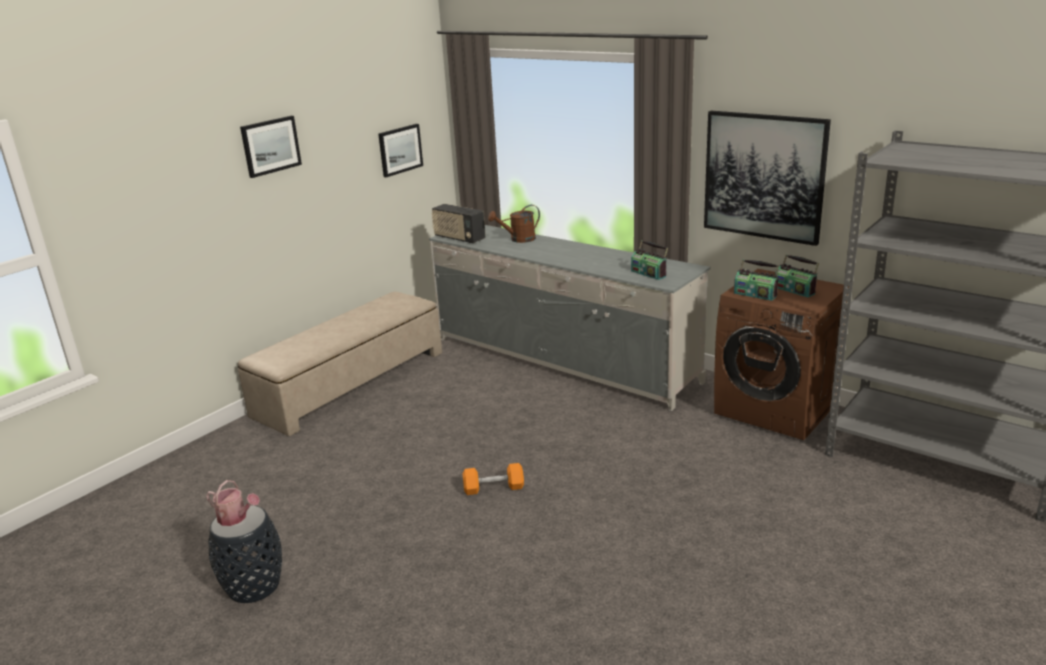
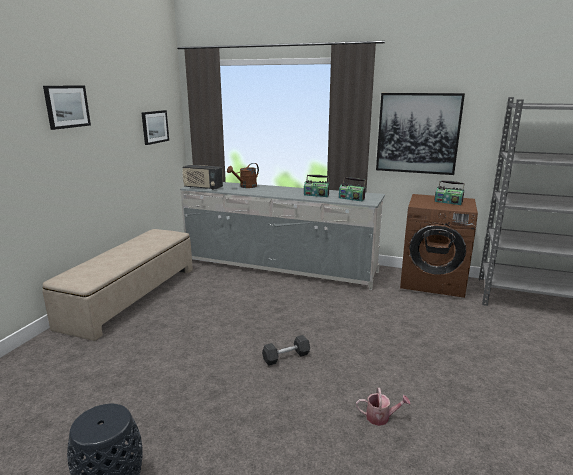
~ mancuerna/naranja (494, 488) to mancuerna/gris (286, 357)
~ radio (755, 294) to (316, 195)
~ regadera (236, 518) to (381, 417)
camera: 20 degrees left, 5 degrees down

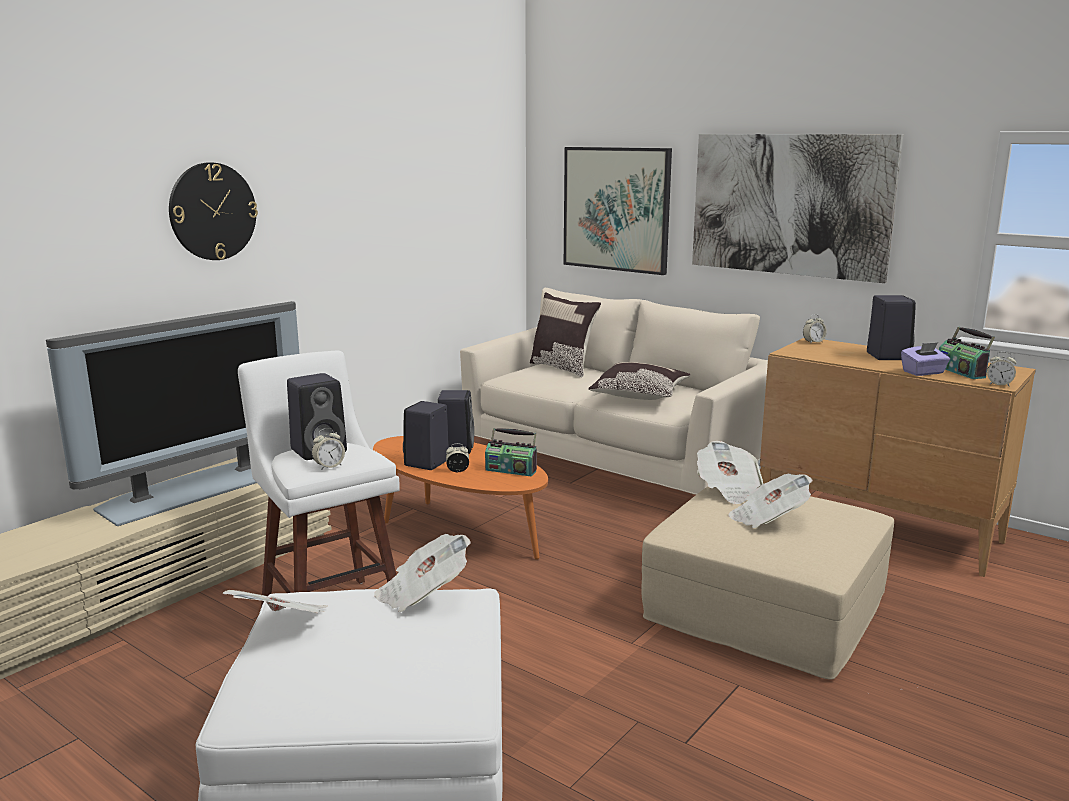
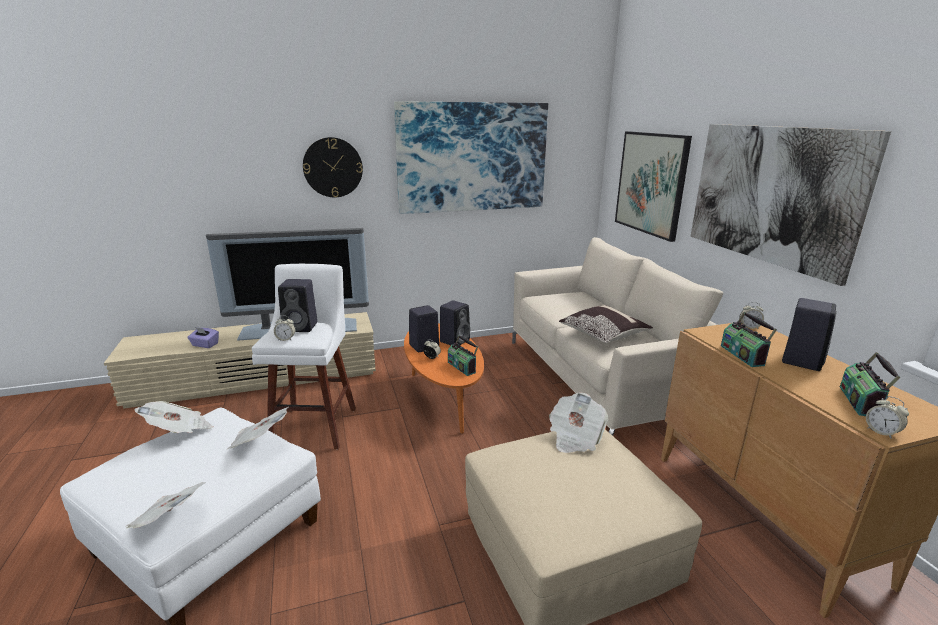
~ periódico (768, 519) to (170, 520)
~ caja de pañuelos/morado (923, 372) to (205, 345)
+ cuadro (472, 157)
+ radio (743, 355)
- cojín (563, 368)
camera: 35 degrees right, 5 degrees up

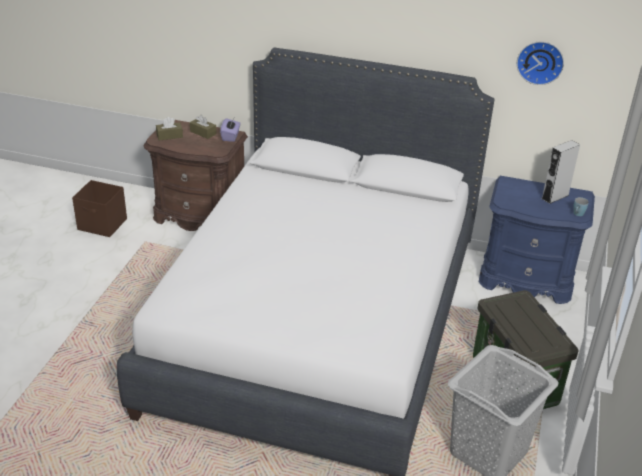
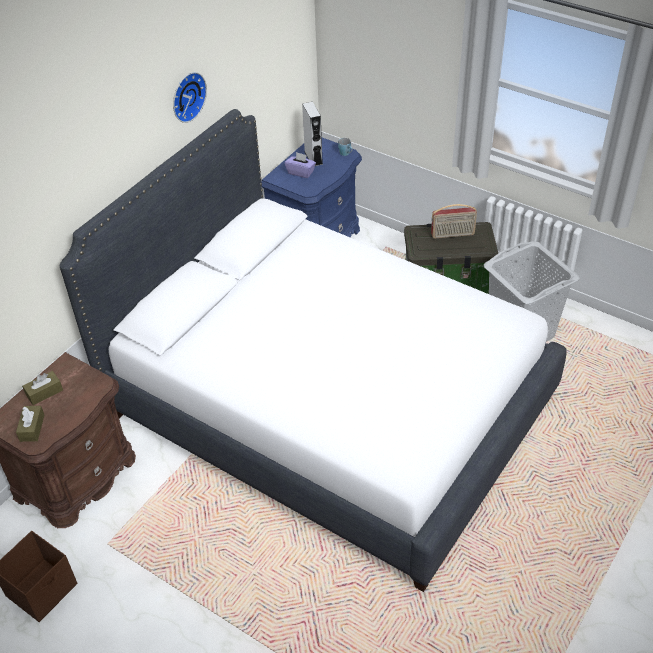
~ reloj de pared (540, 61) to (186, 96)
~ caja de pañuelos/morado (230, 136) to (301, 172)
+ radio (452, 234)
camera: 70 degrees left, 10 degrees up

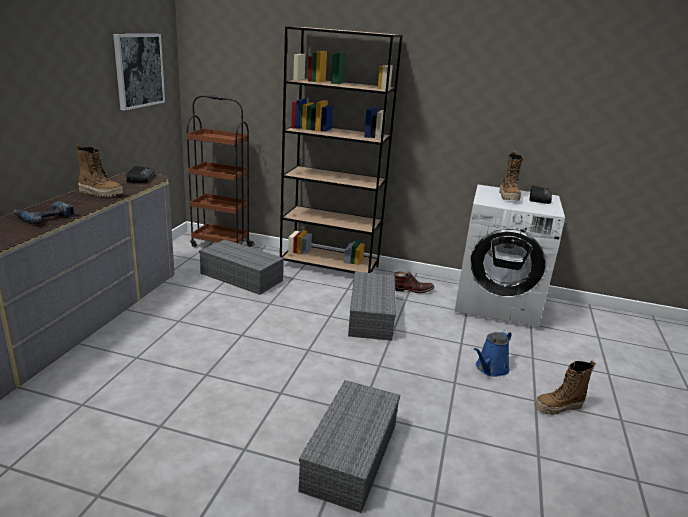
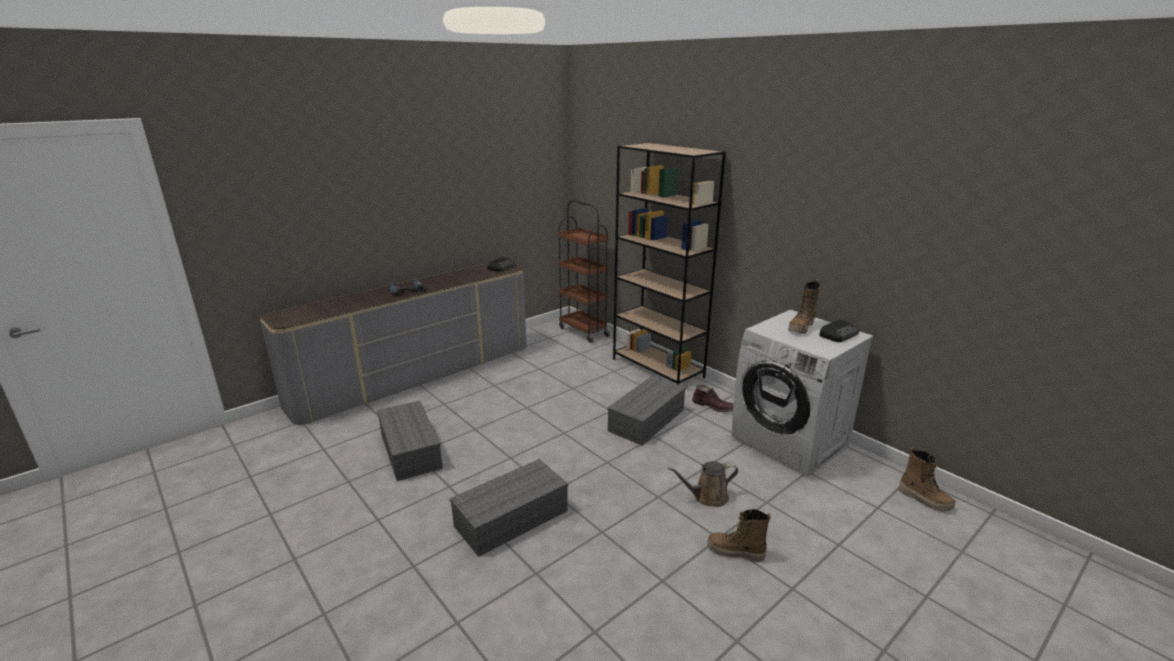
~ caja de almacenaje/gris (243, 277) to (412, 451)
~ regadera/azul (490, 369) to regadera/marrón (707, 497)
~ bota (101, 193) to (924, 499)
- cuadro (139, 70)
camera: 35 degrees right, 0 degrees up

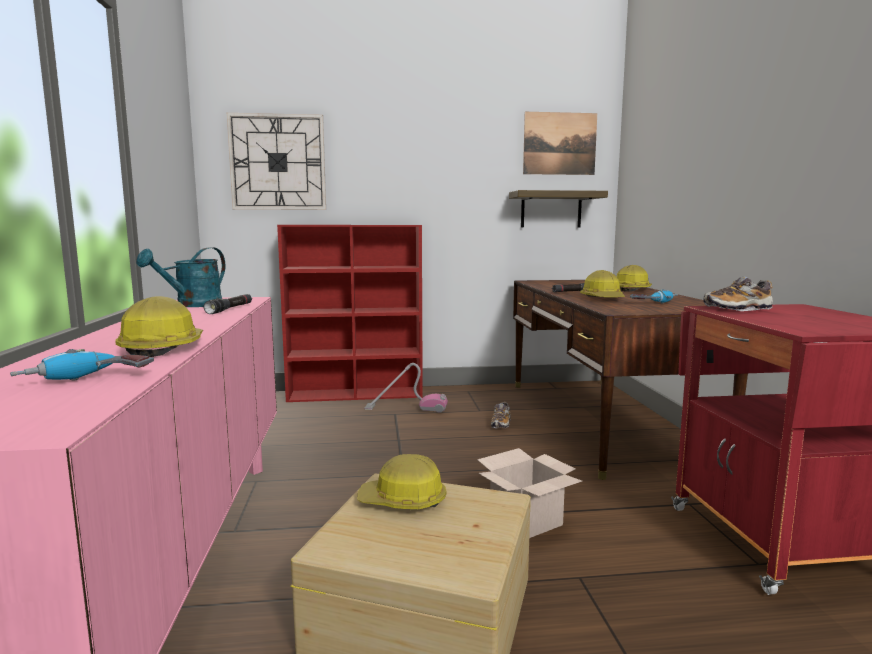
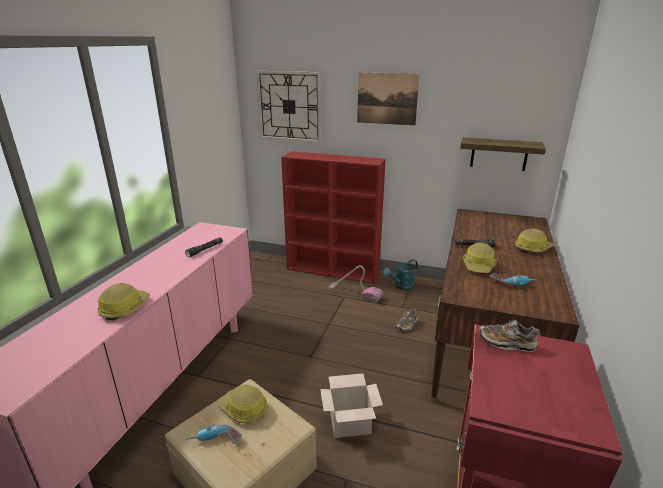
~ taladro (87, 381) to (214, 441)
~ cuadro (559, 143) to (387, 99)
~ regadera/turquesa (192, 305) to (401, 286)
camera: 25 degrees right, 15 degrees up

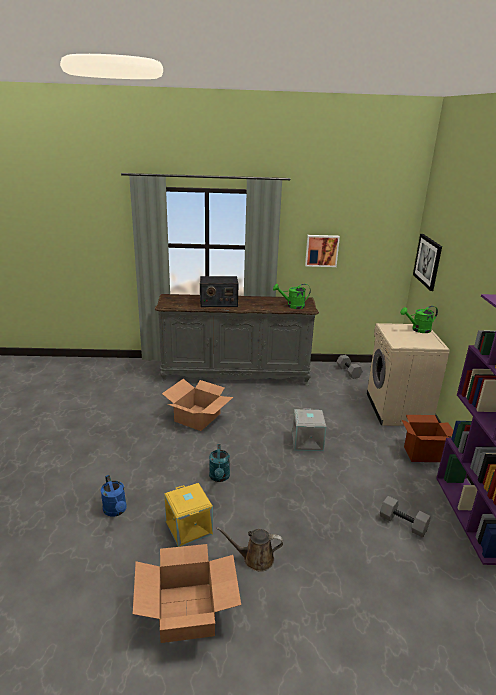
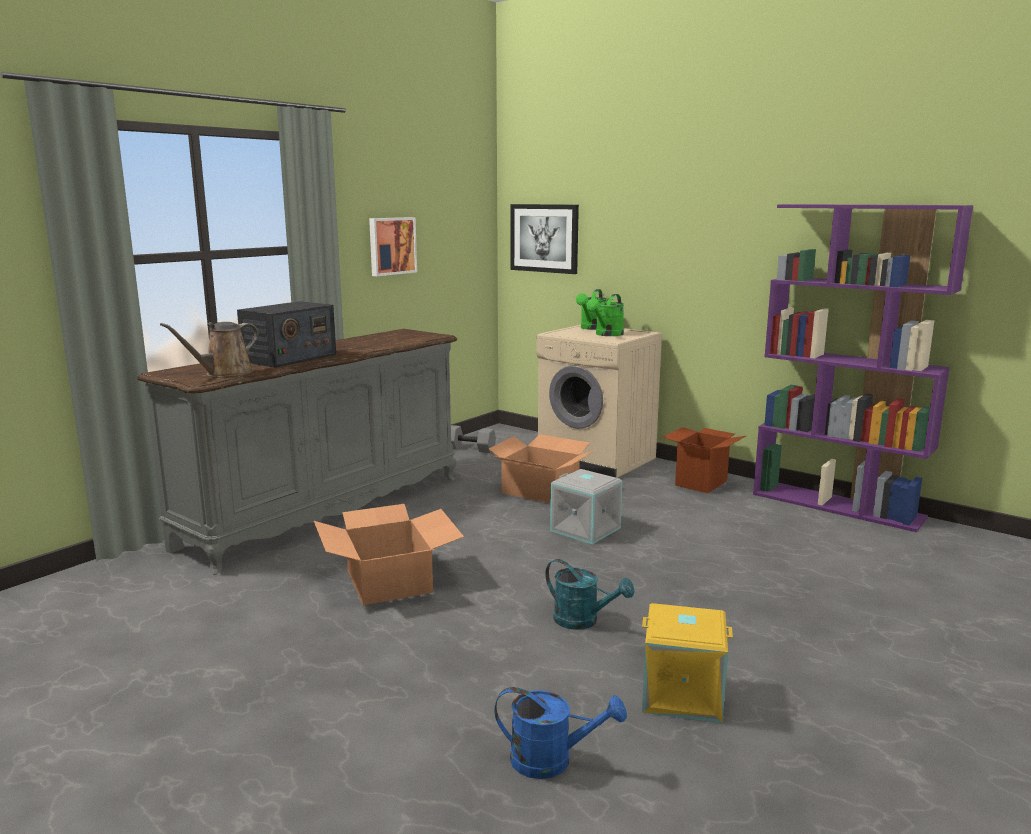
~ regadera/marrón (255, 559) to (224, 373)
~ caja de cartón (187, 611) to (540, 490)
~ regadera/verde (292, 306) to (607, 334)
- mancuerna/gris (403, 523)
camera: 50 degrees left, 10 degrees down

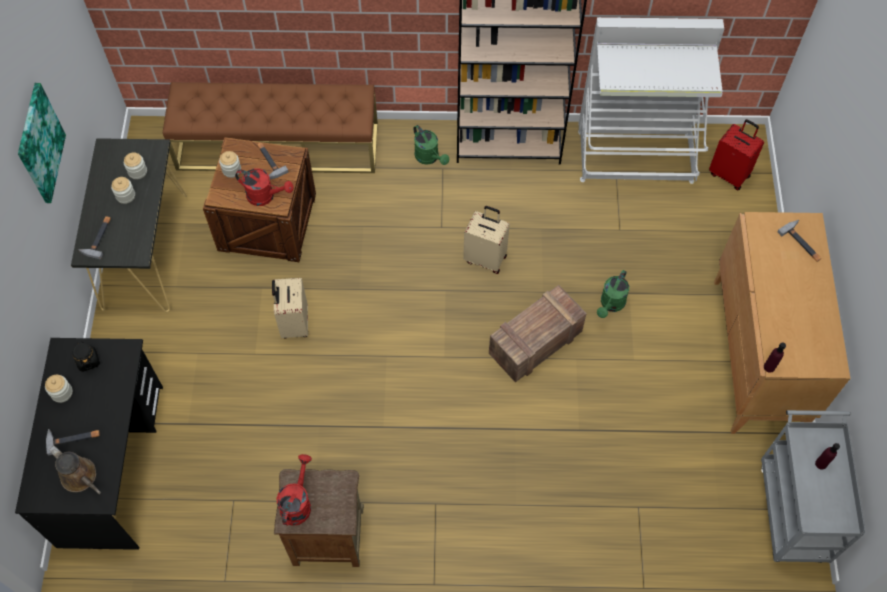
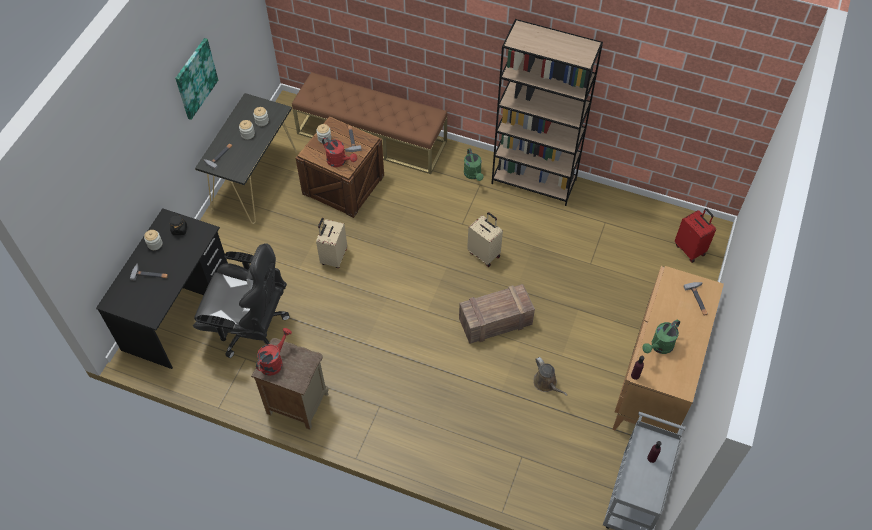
+ silla de oficina/negro (247, 328)
~ regadera/marrón (81, 477) to (546, 383)
~ regadera/verde (611, 304) to (659, 347)
- zapatero/blanco (635, 160)
camera: 20 degrees right, 5 degrees down

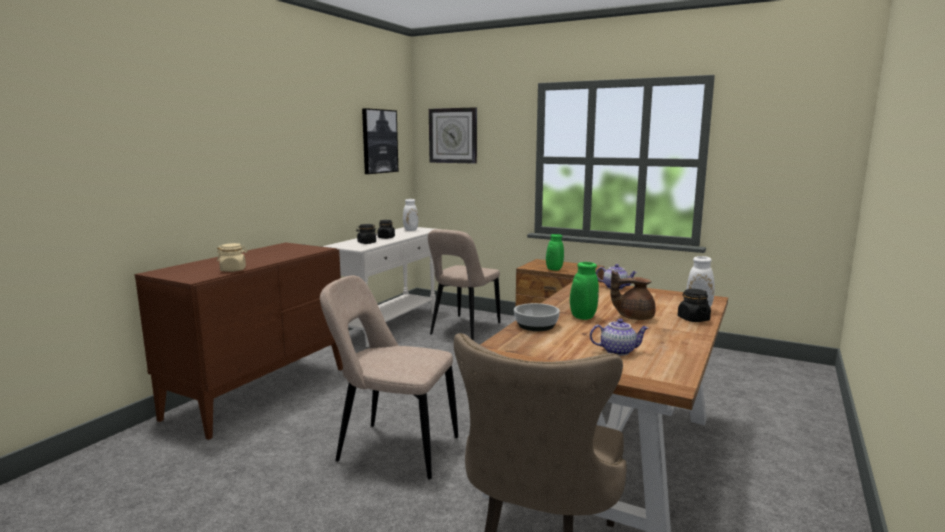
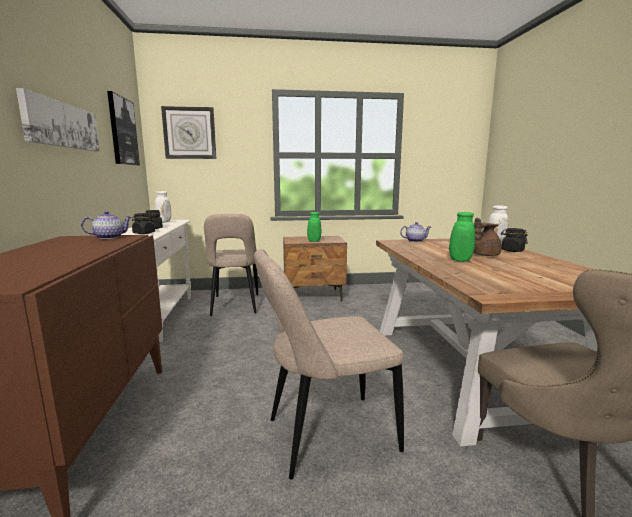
+ cuadro (62, 125)
~ tetera (618, 351) to (109, 237)
- tarro/beis (233, 270)
- cuenco (535, 325)
camera: 35 degrees left, 0 degrees up

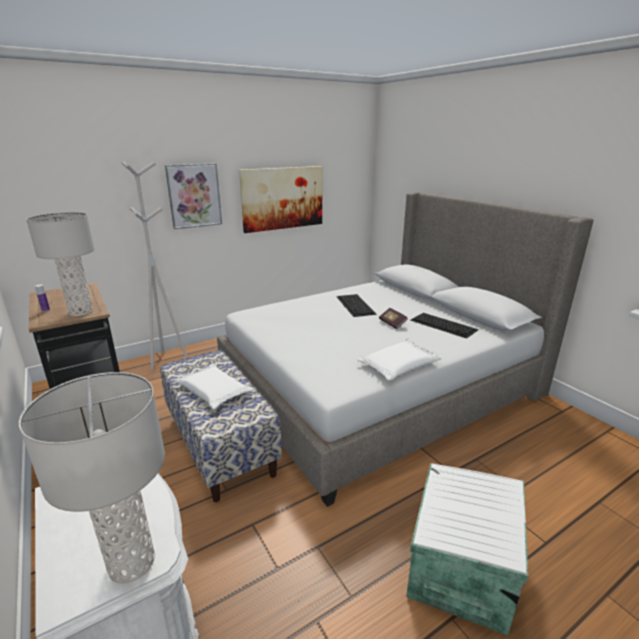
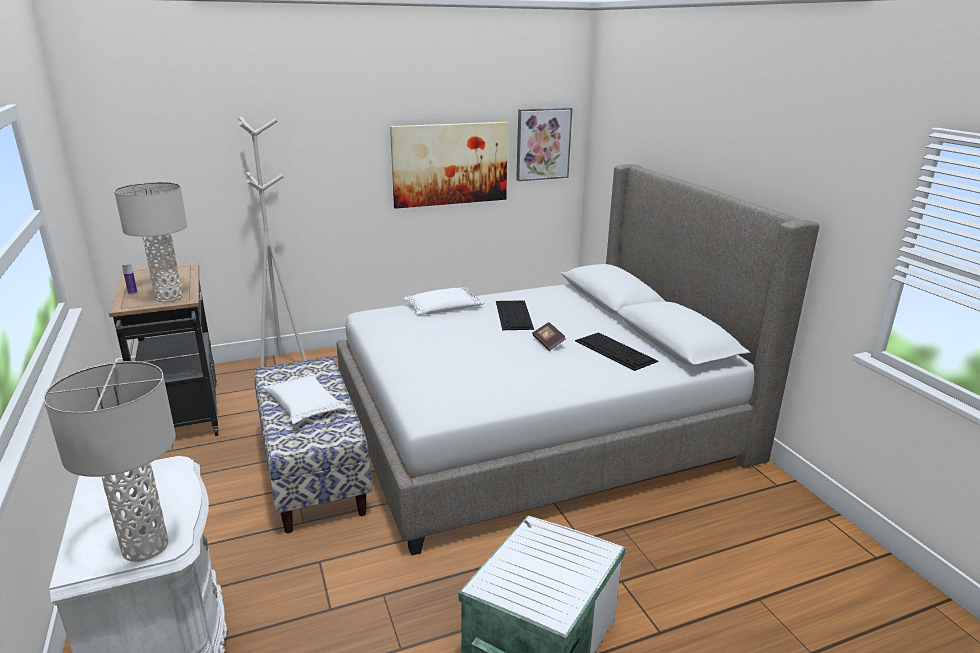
~ cojín/blanco (398, 364) to (443, 306)
~ cuadro (194, 196) to (543, 144)
camera: 10 degrees right, 0 degrees up

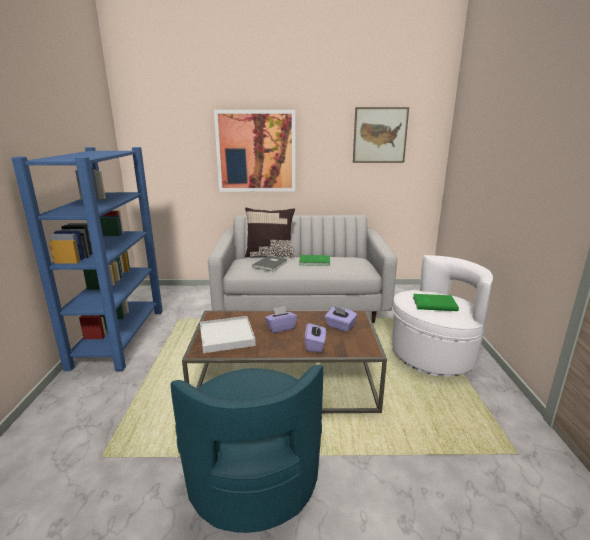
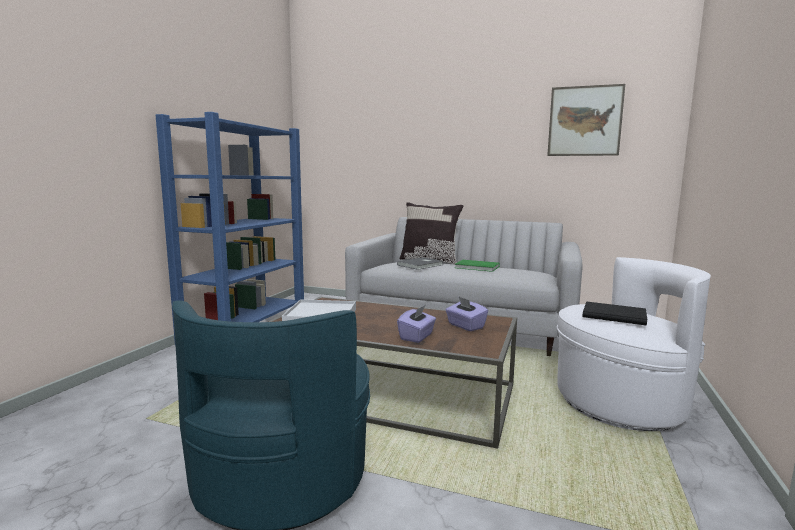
~ libro/verde (433, 303) to libro/negro (613, 315)
- cuadro (256, 151)
- caja de pañuelos/morado (280, 328)
camera: 20 degrees right, 10 degrees down

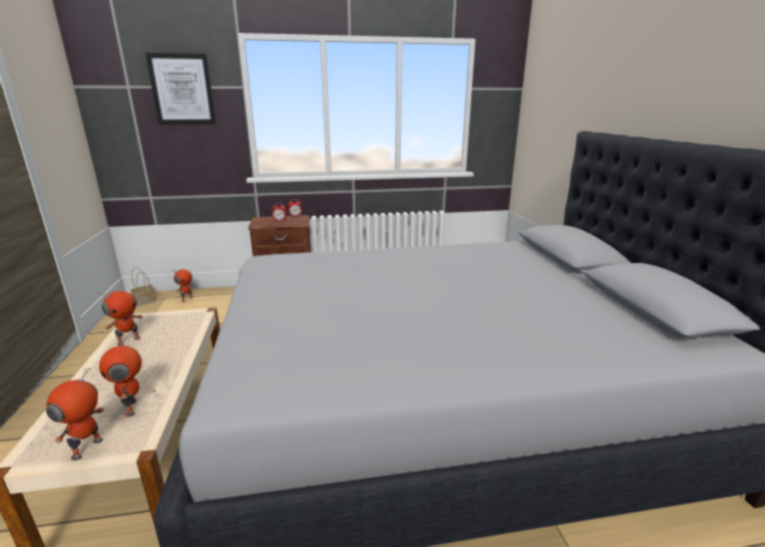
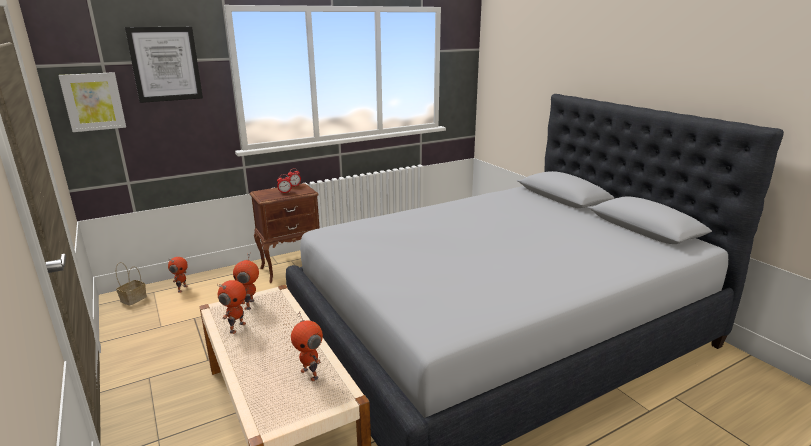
+ cuadro (93, 101)
~ robot de juguete (88, 449) to (250, 304)
camera: 20 degrees left, 0 degrees up

